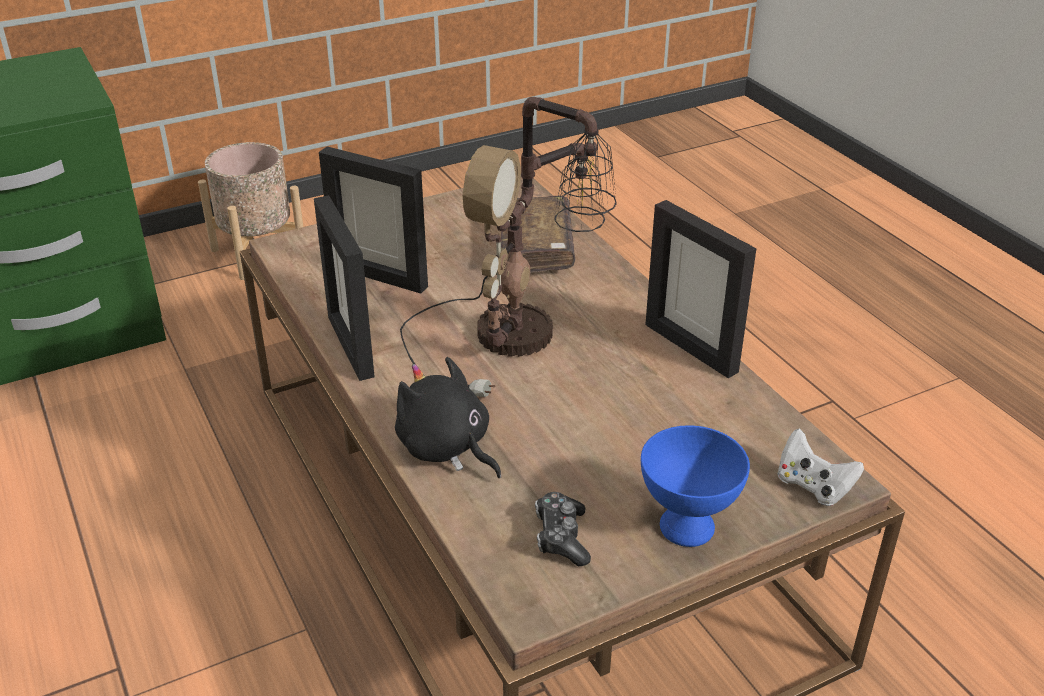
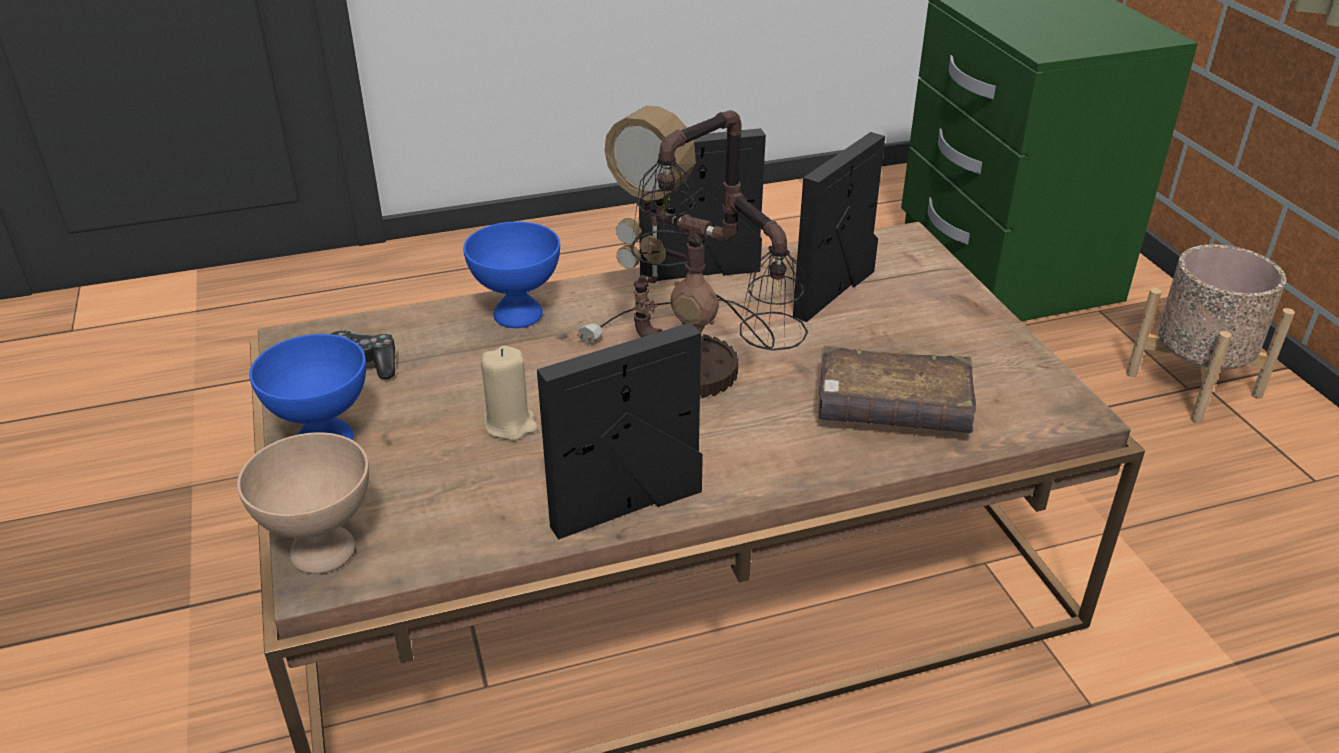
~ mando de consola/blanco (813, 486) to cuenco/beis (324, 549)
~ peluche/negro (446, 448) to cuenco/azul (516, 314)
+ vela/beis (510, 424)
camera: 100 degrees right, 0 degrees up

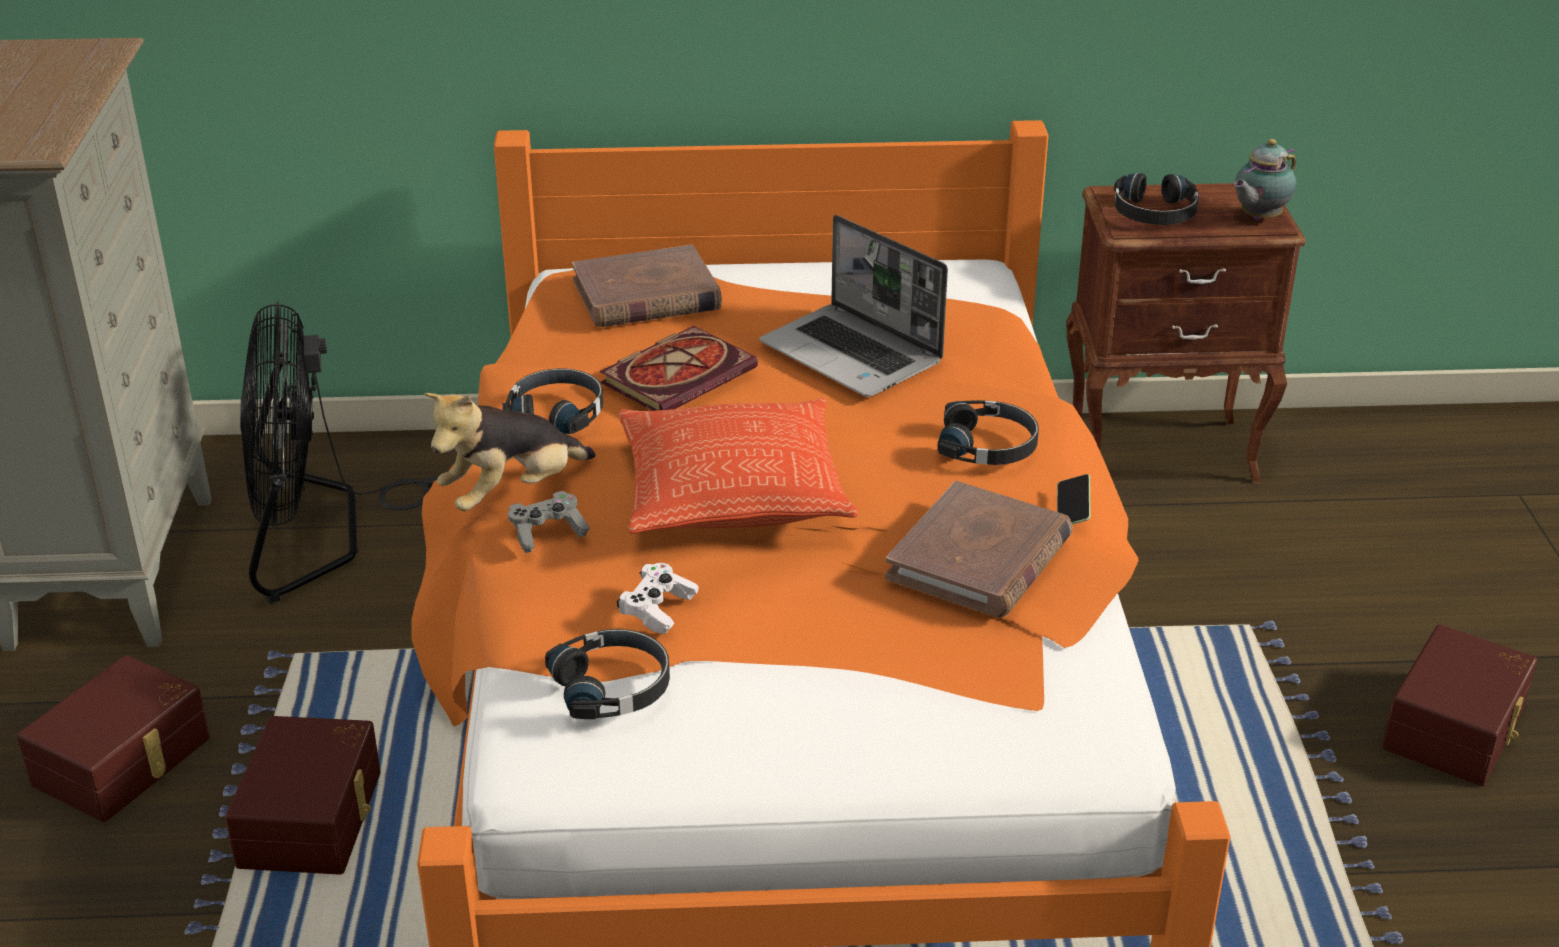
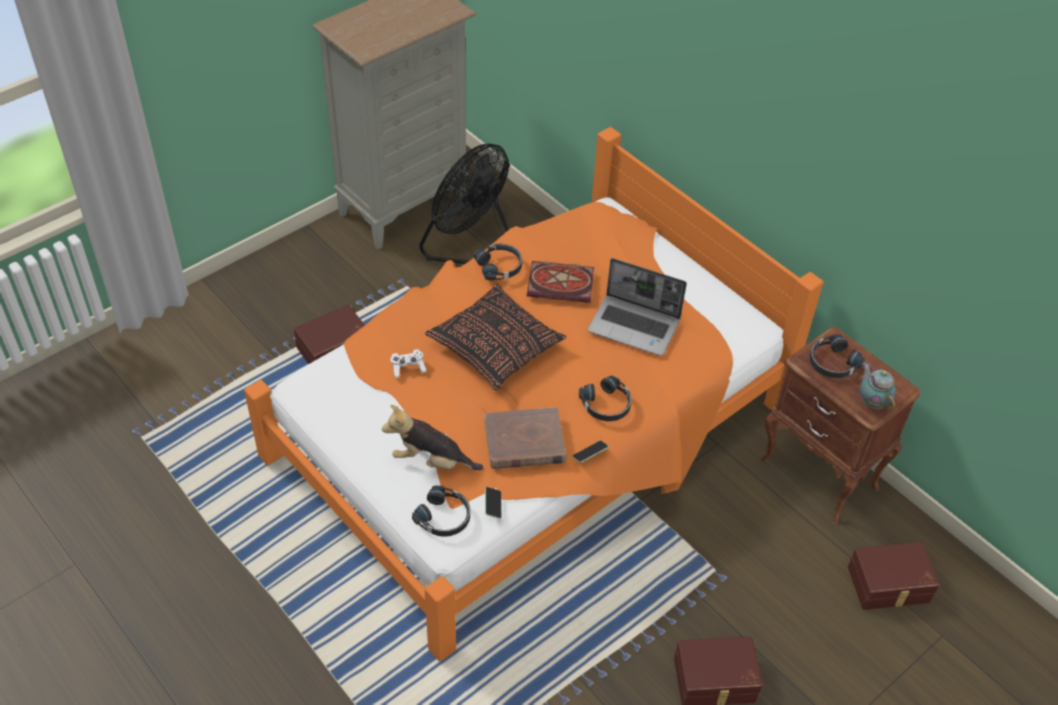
~ peluche (512, 493) to (431, 461)
~ auriculares/negro (613, 687) to (444, 517)
~ cojín/naranja (733, 495) to cojín/negro (496, 348)
+ móvil (493, 505)
~ portátil (853, 354) = (635, 326) 75 degrees counterclockwise
~ caja de almacenaje/marrón (125, 762) to (889, 585)
~ tetera (1258, 218) = (871, 402) 60 degrees clockwise
- mando de consola/gris (547, 533)
- libro/marrón (646, 295)
camera: 50 degrees right, 15 degrees up

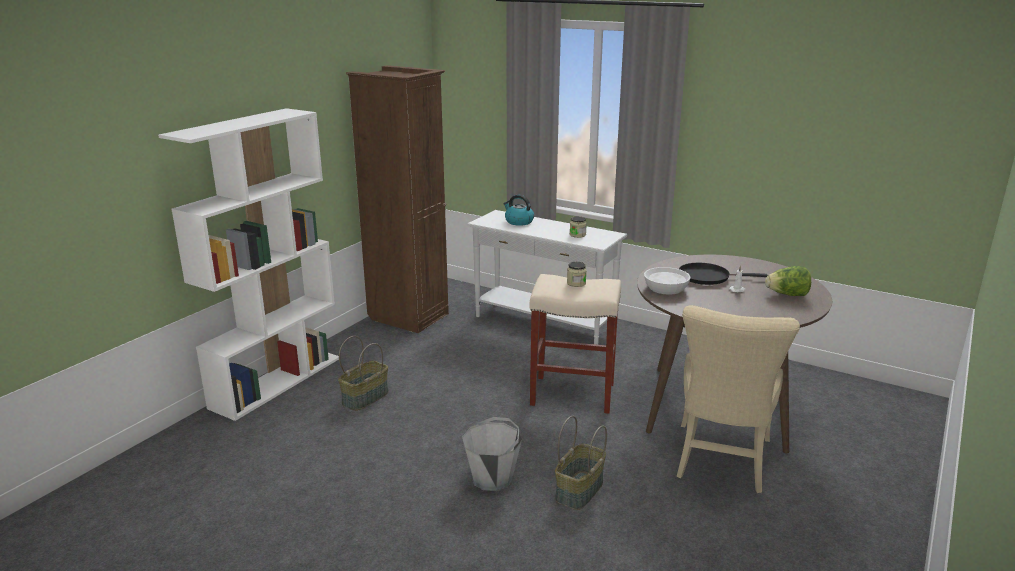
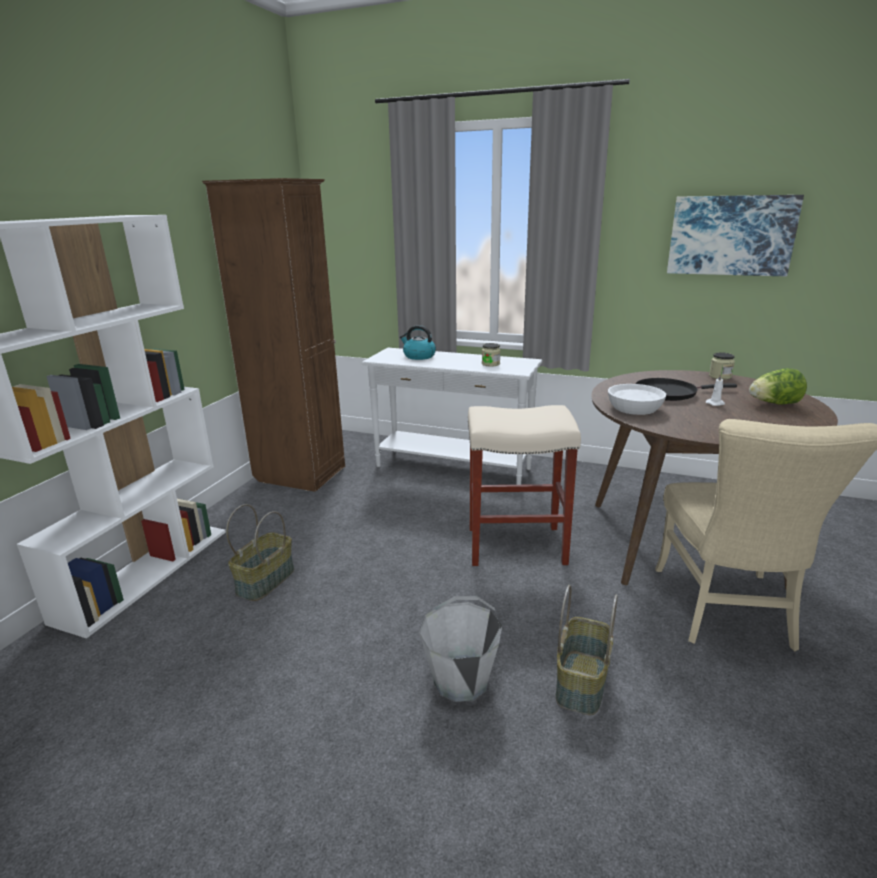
+ cuadro (730, 235)
~ tarro (576, 283) to (720, 376)
camera: 10 degrees left, 0 degrees up

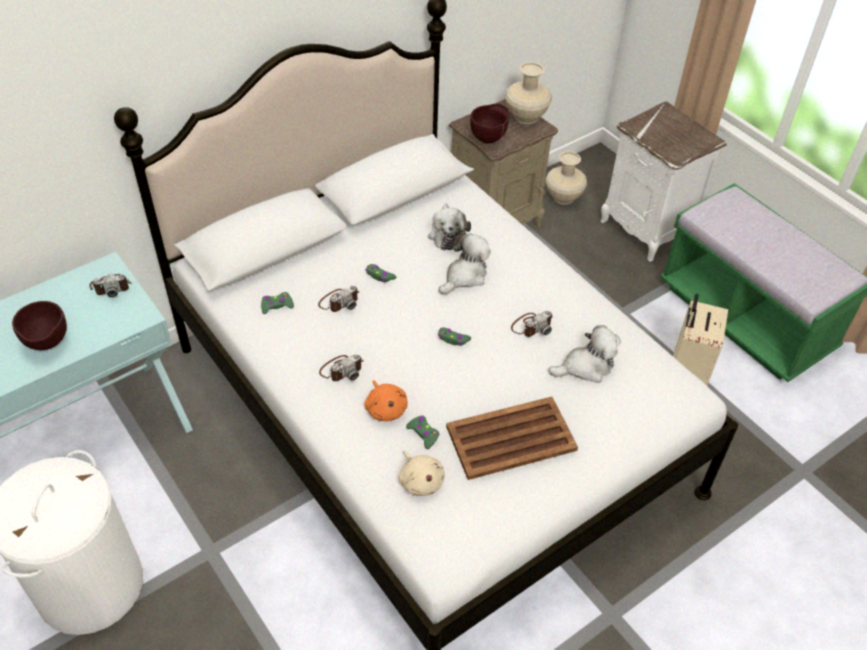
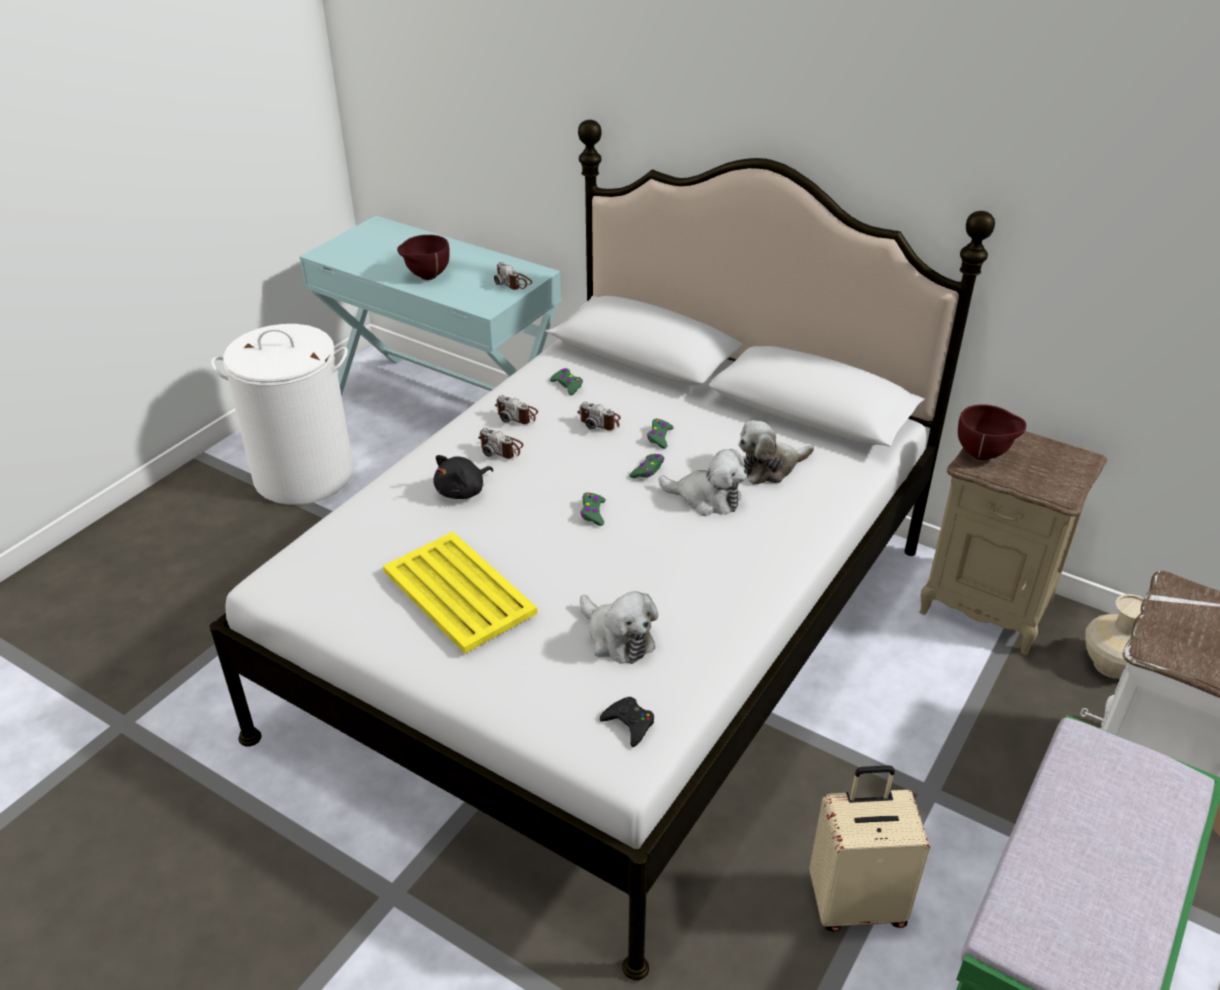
~ bandeja/marrón (509, 438) to bandeja/amarillo (458, 591)
~ peluche/naranja (386, 408) to peluche/negro (463, 491)
~ cámara (531, 326) to (517, 415)
+ mando de consola/negro (629, 724)
~ mando de consola/verde (423, 434) to (648, 470)
- peluche/beis (420, 480)
- florero/beis (526, 117)
camera: 70 degrees right, 10 degrees down

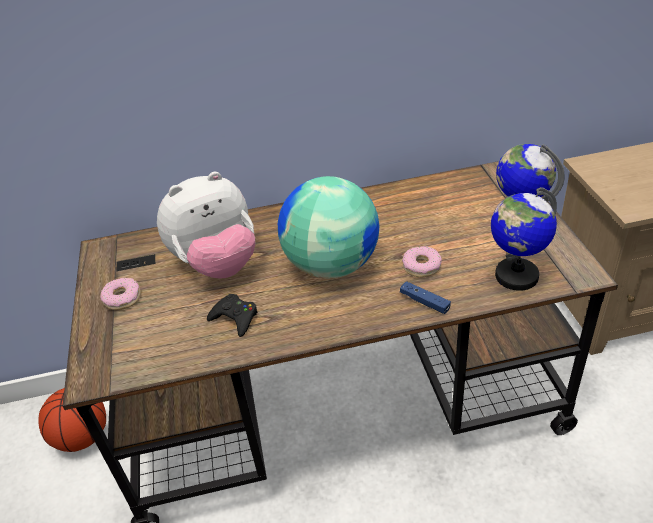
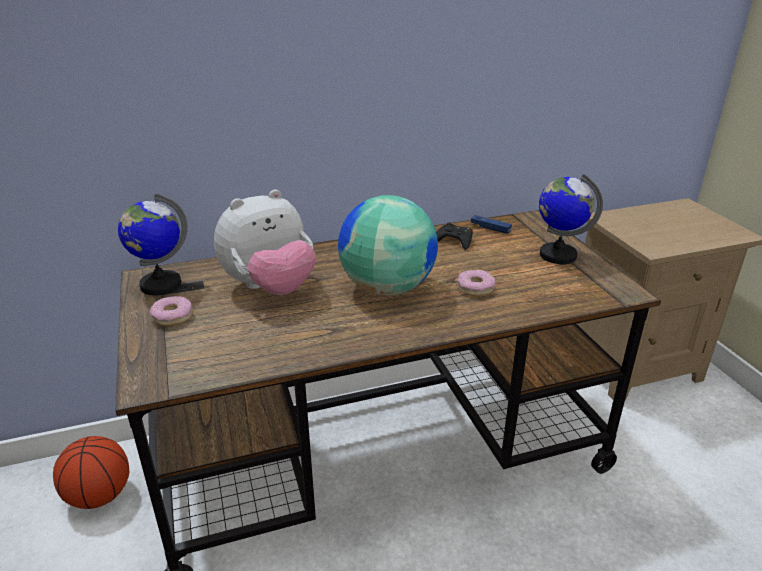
~ globo terráqueo (516, 276) to (160, 285)
~ mando de consola/negro (235, 318) to (454, 240)
~ mando de consola/azul (424, 302) to (490, 228)
camera: 10 degrees left, 10 degrees down

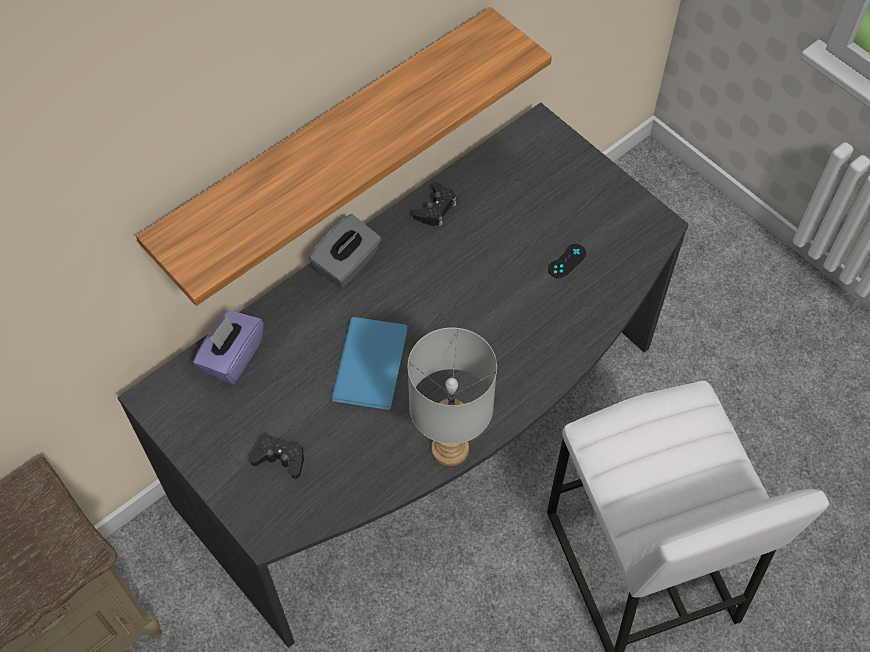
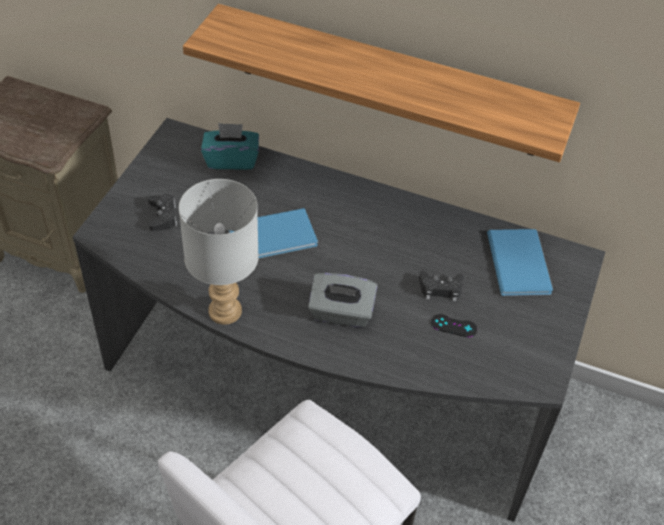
~ caja de pañuelos/morado (232, 357) to caja de pañuelos/turquesa (231, 160)
~ caja de pañuelos/gris (347, 264) to (341, 313)
~ mando de consola/negro (436, 209) to (440, 289)
+ libro/azul (520, 261)
camera: 60 degrees right, 10 degrees down

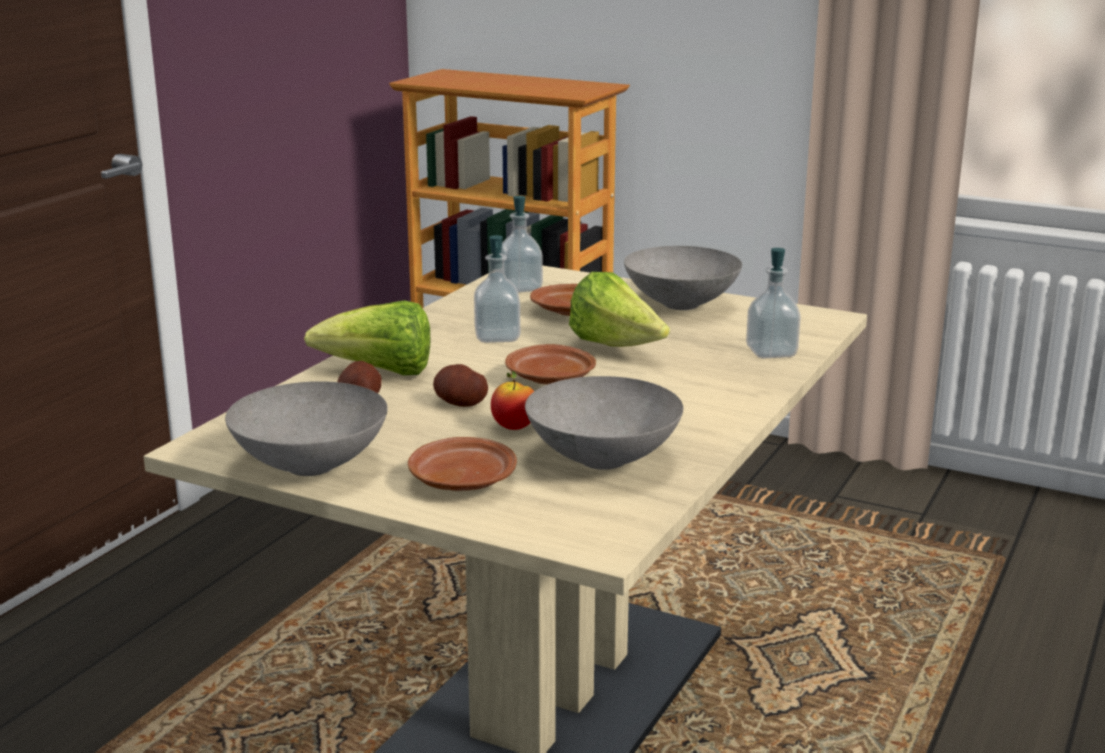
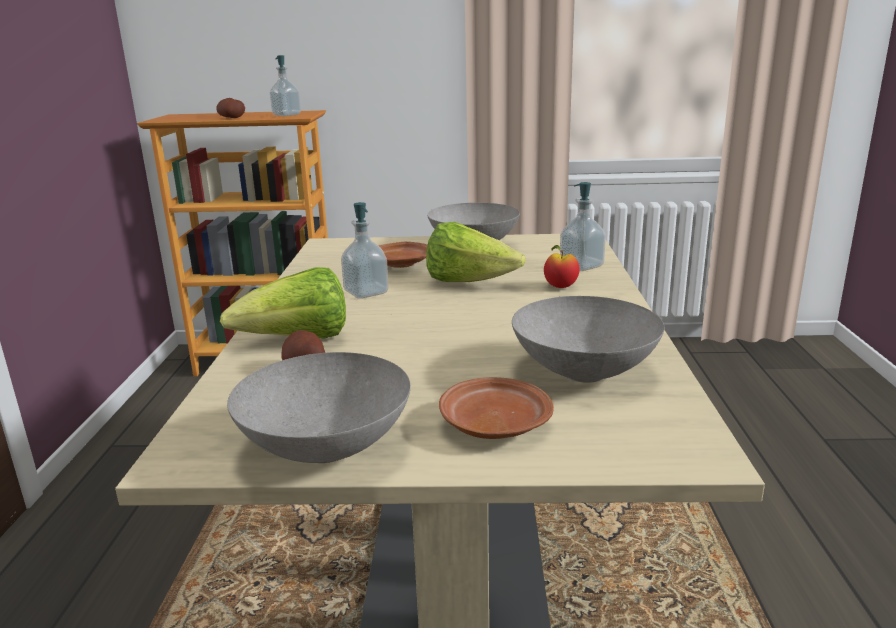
~ patata (460, 403) to (231, 118)
~ dispensador de jabón (520, 288) to (286, 115)
~ manzana (514, 427) to (560, 287)
- plato/marrón (550, 379)
camera: 25 degrees left, 0 degrees up

